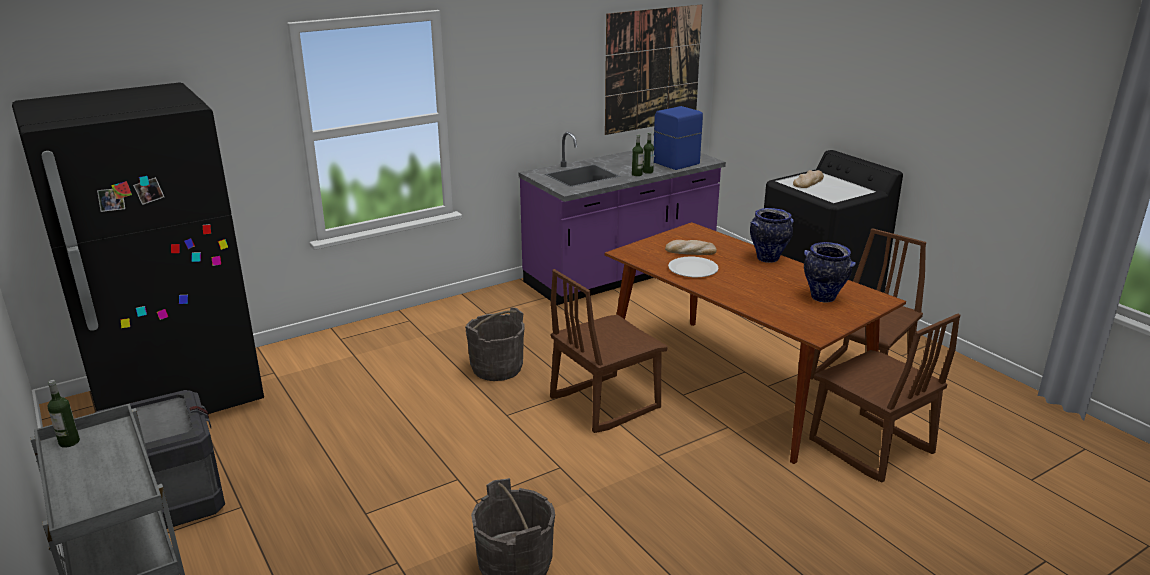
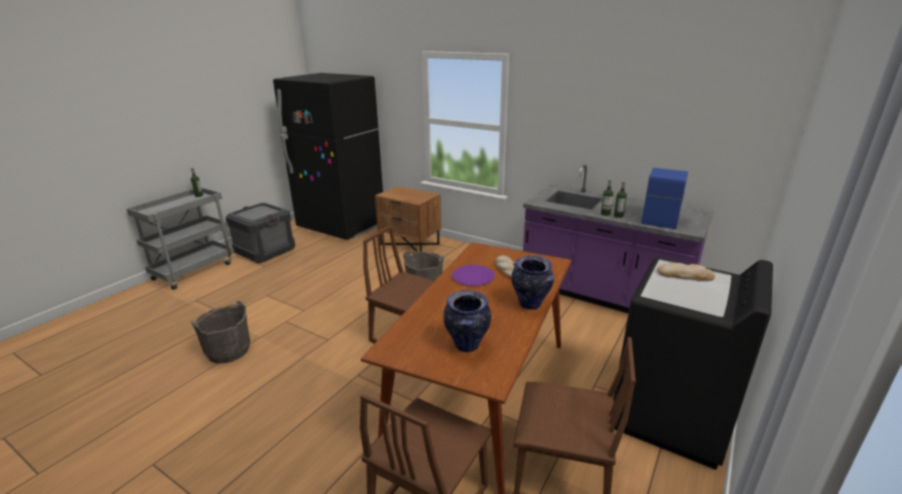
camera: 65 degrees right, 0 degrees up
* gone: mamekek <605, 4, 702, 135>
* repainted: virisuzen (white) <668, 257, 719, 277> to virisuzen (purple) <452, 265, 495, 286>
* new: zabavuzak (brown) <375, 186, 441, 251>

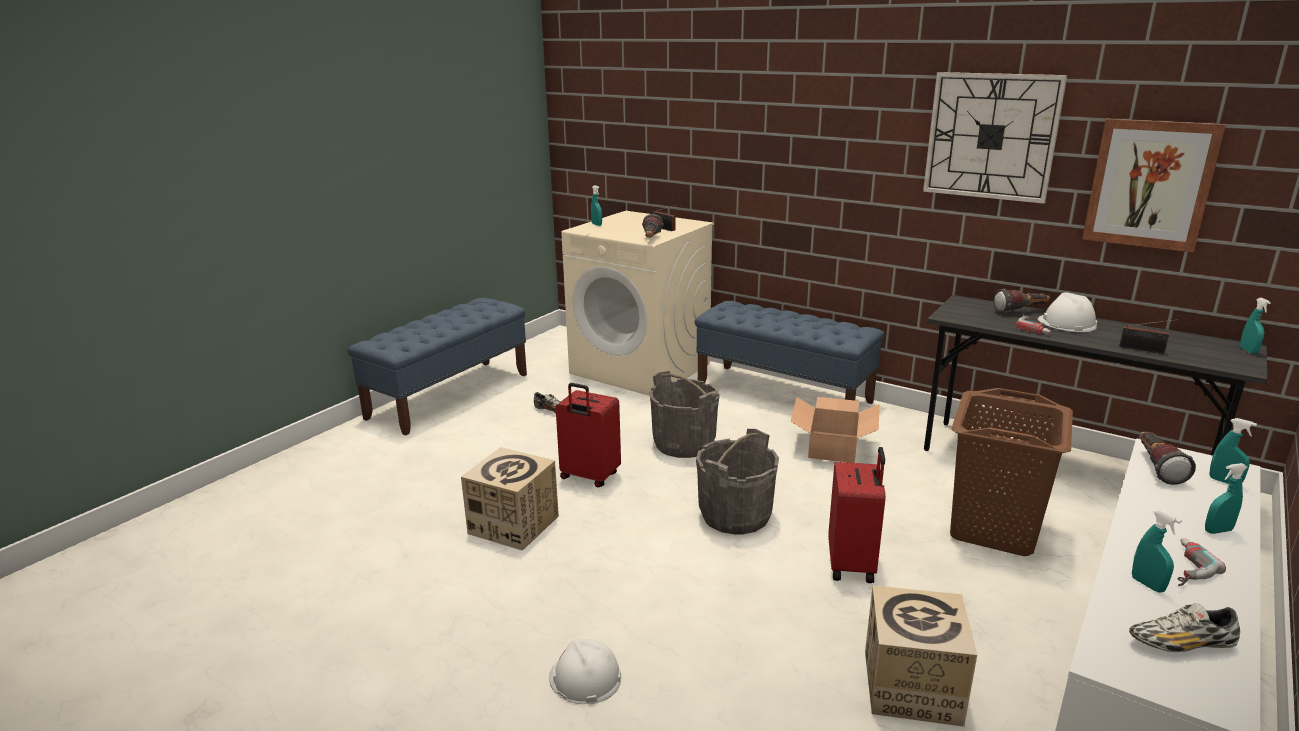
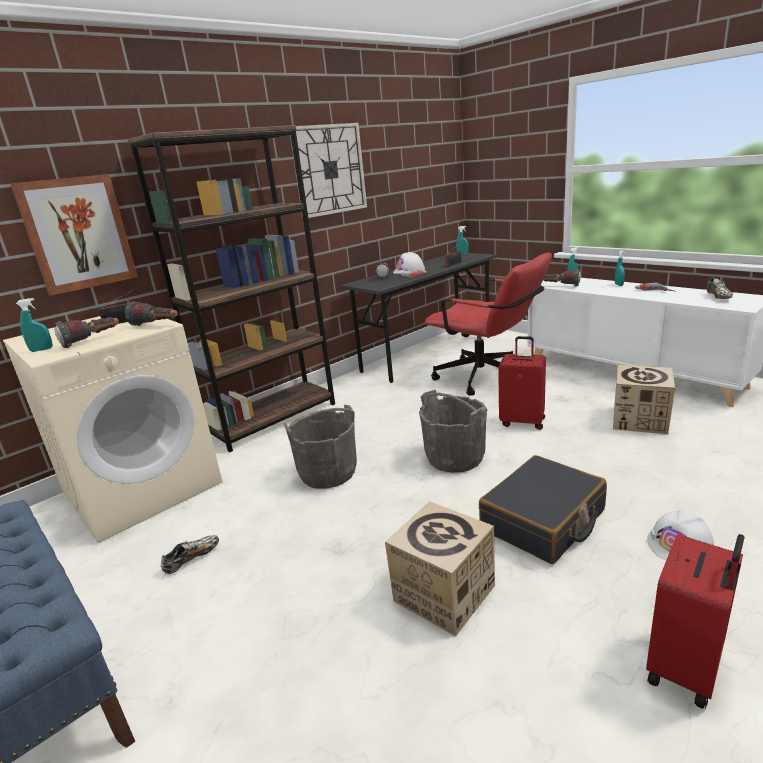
camera: 75 degrees left, 0 degrees up
* shifted: mamekek <1082, 119, 1226, 253> to <11, 174, 138, 296>
* swapped: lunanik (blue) <695, 301, 884, 404> to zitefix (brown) <128, 125, 335, 452>
* shifted: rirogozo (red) <556, 383, 621, 487> to <646, 534, 745, 709>
* swapped: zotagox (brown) <950, 388, 1073, 556> to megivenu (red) <425, 253, 552, 396>
* gone: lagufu <790, 397, 879, 463>
* gone: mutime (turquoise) <1132, 510, 1182, 593>
* new: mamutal <54, 317, 119, 348>
* new: rirogozo (black) <479, 455, 607, 564>

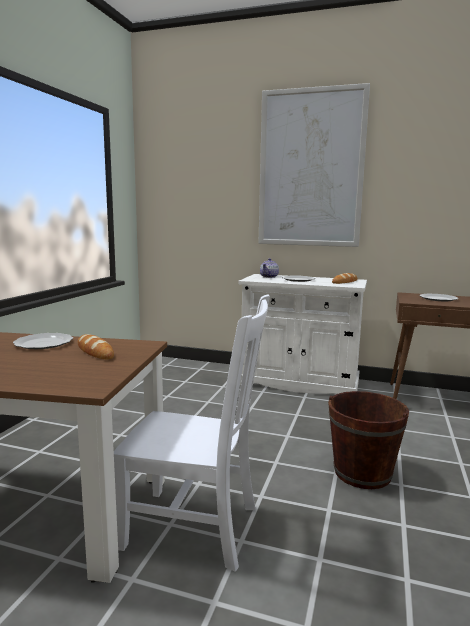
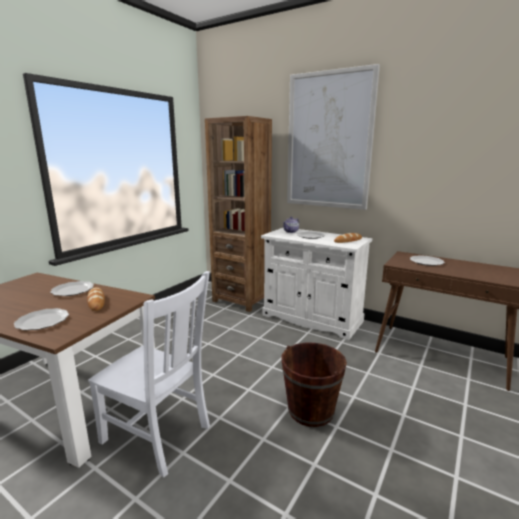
camera: 15 degrees right, 5 degrees up
* new: zitefix (brown) <205, 116, 272, 312>
* new: virisuzen <14, 308, 69, 330>

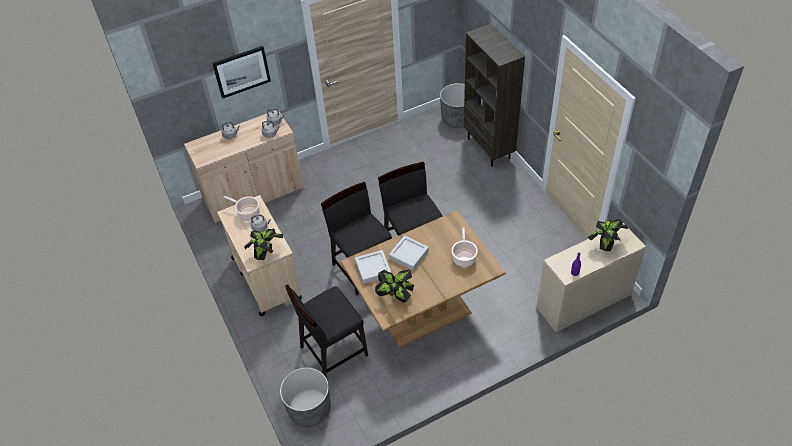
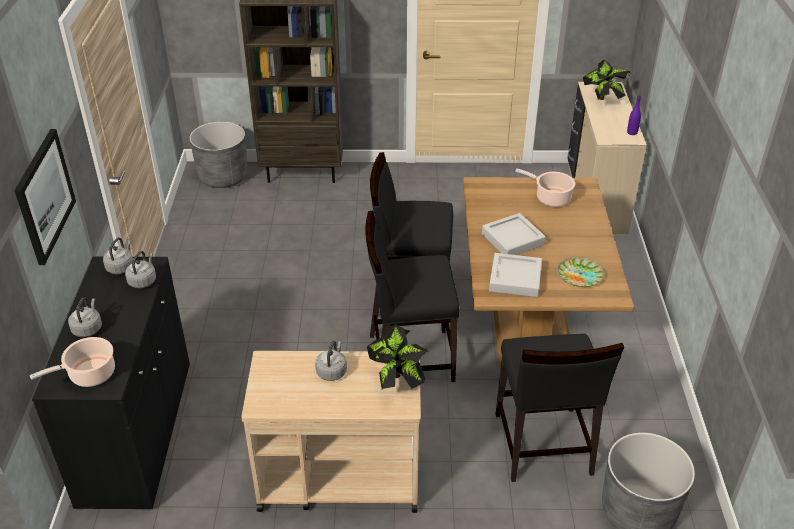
camera: 65 degrees left, 10 degrees down
* repainted: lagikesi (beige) <184, 110, 304, 223> to lagikesi (black) <32, 256, 190, 511>
* shifted: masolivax <223, 196, 260, 221> to <30, 337, 115, 387>
* swapped: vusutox <375, 270, 414, 303> to virisuzen <558, 257, 604, 287>

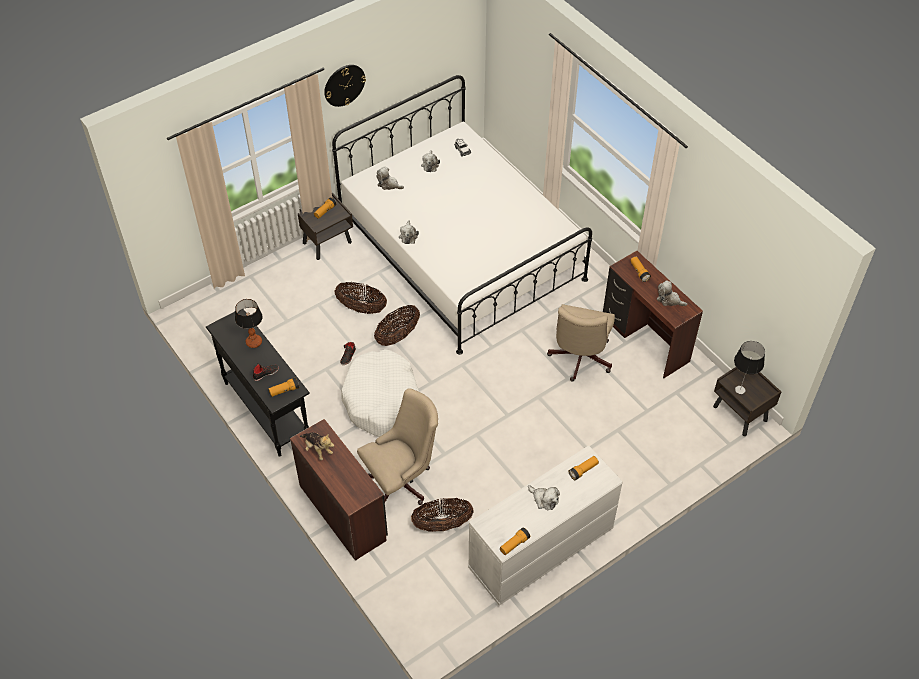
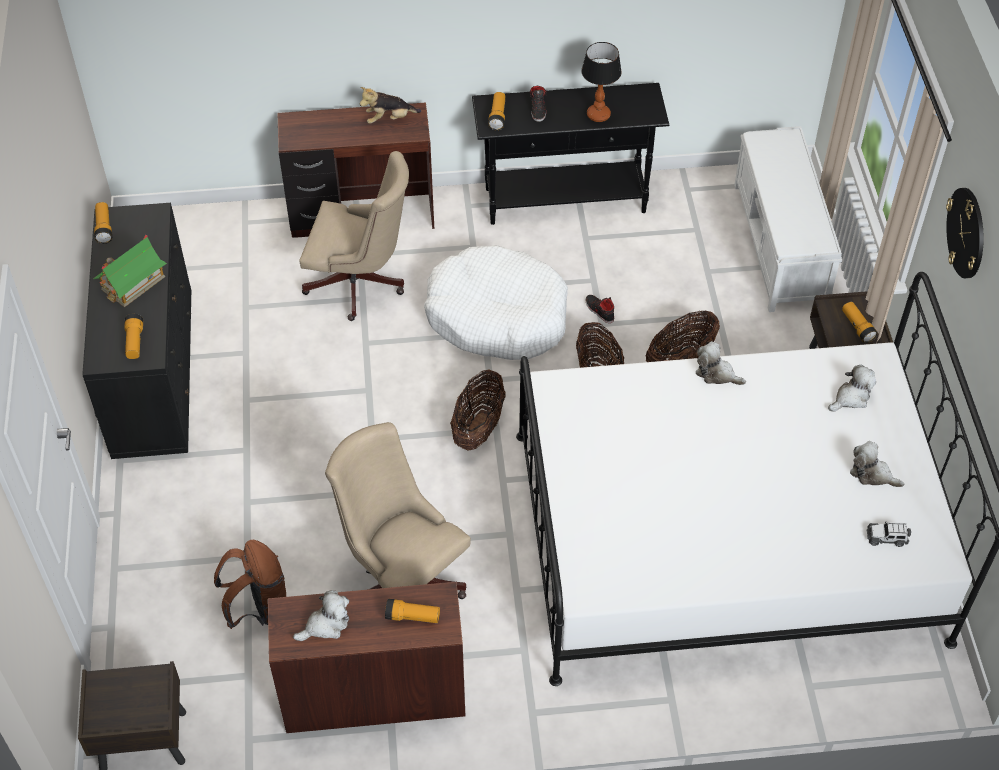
camera: 120 degrees right, 0 degrees up
* gone: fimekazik <734, 341, 765, 394>
* rotated: megivenu (beige) <357, 388, 438, 505> = <299, 151, 409, 321> 75 degrees counterclockwise
* repainted: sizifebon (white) <468, 445, 623, 606> to sizifebon (black) <82, 203, 191, 459>
* swapped: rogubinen <528, 485, 560, 510> to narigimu <93, 235, 167, 307>
* shifted: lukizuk <411, 498, 474, 532> to <450, 370, 506, 451>
* new: lunanik (white) <734, 126, 842, 312>
* new: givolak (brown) <214, 540, 286, 629>

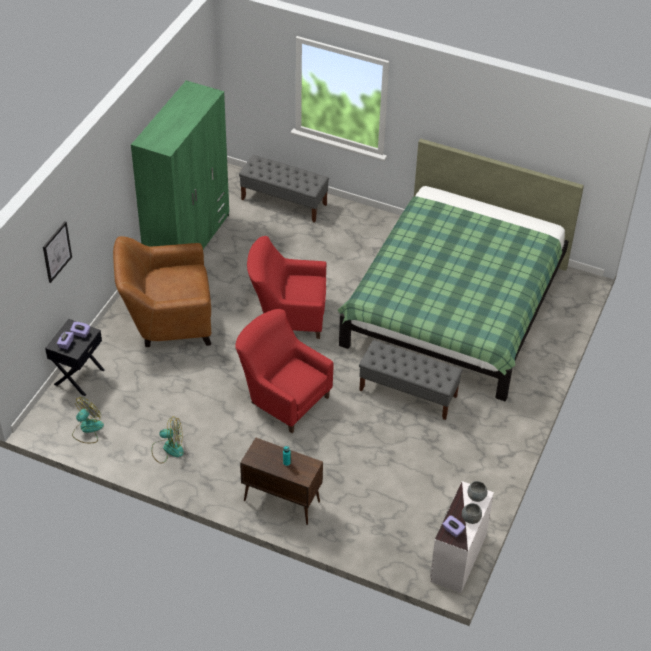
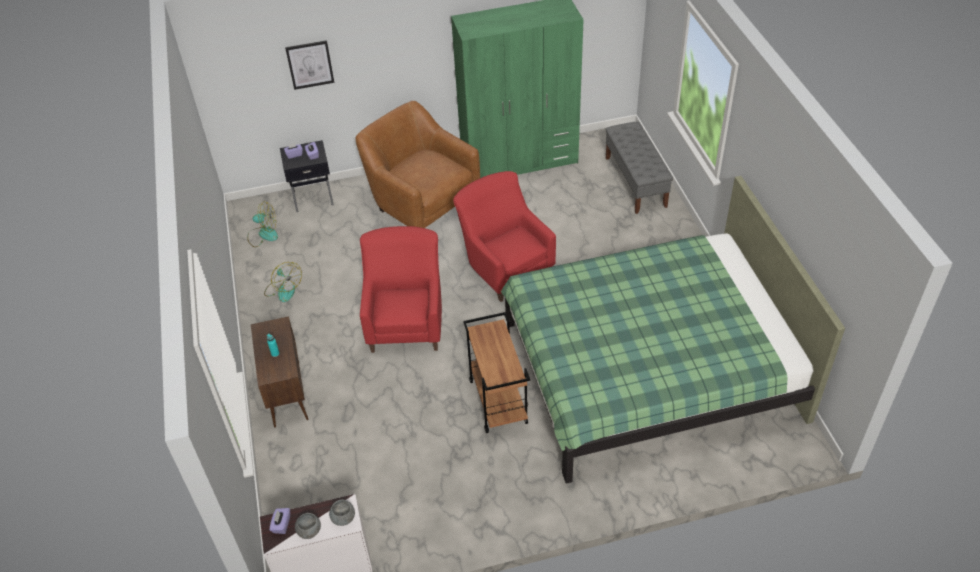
camera: 55 degrees right, 0 degrees up
* swapped: lunanik (grey) <359, 340, 463, 420> to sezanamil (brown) <463, 312, 530, 433>

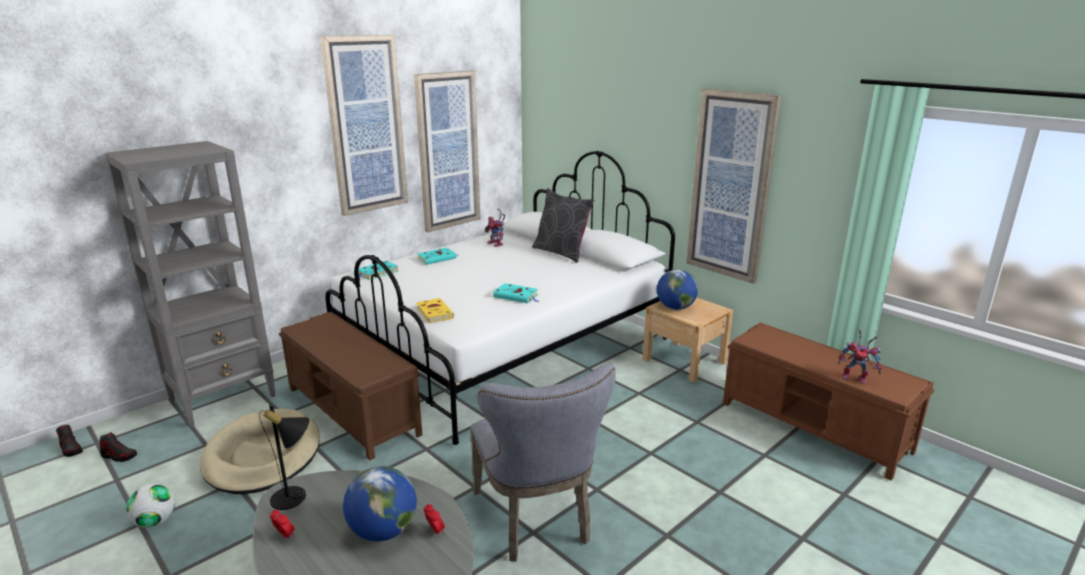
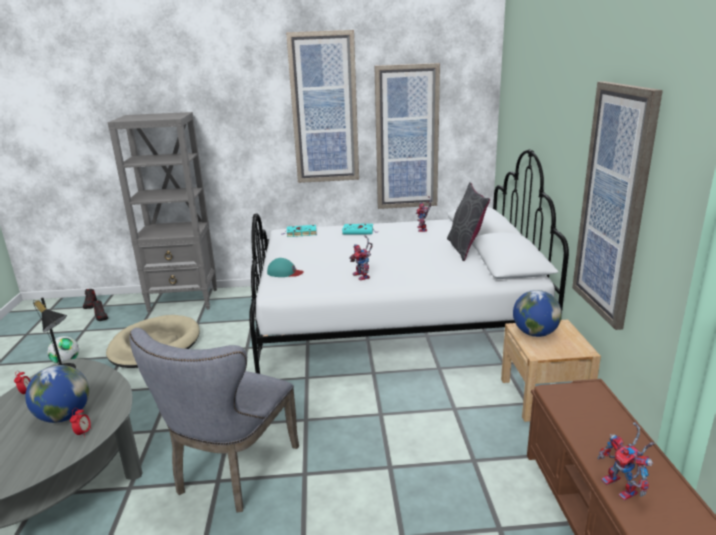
camera: 40 degrees right, 0 degrees up
* swapped: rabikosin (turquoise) <493, 283, 538, 303> to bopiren <349, 235, 373, 281>
* swapped: rabikosin (yellow) <416, 298, 454, 324> to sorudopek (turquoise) <267, 258, 304, 277>
* gone: lunanik (brown) <279, 312, 422, 461>

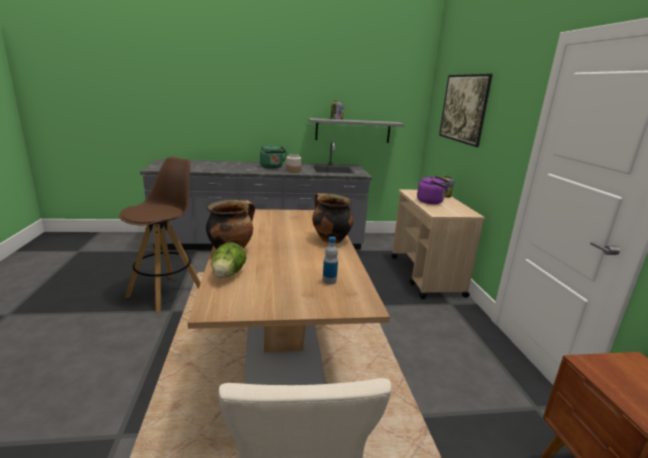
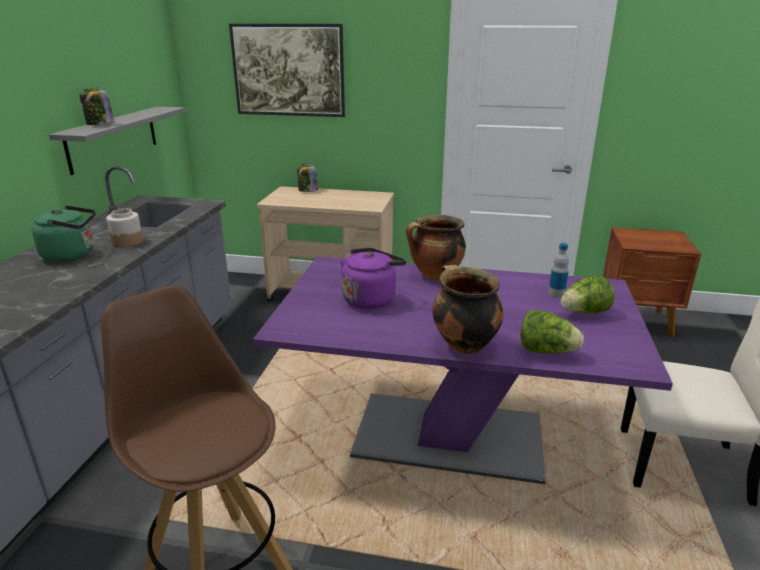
camera: 70 degrees left, 5 degrees up
* shifted: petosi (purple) <417, 176, 450, 204> to <340, 248, 406, 309>
* repainted: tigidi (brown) <187, 209, 390, 385> to tigidi (purple) <253, 256, 673, 484>
* new: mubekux <561, 276, 615, 314>

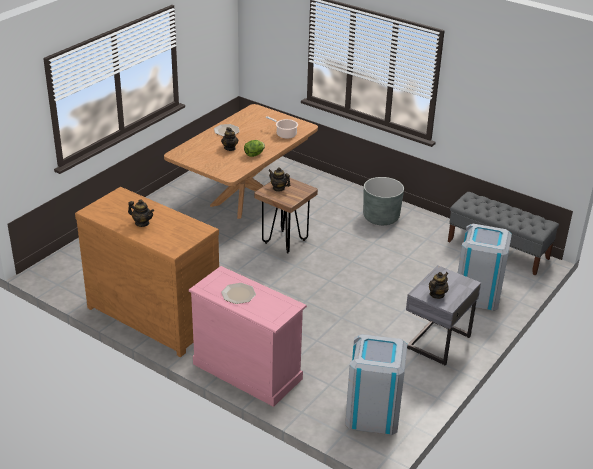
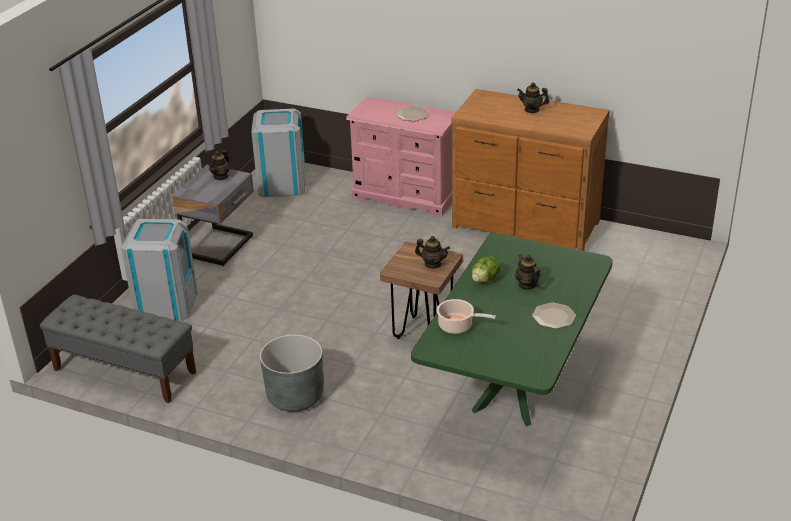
camera: 170 degrees right, 0 degrees up
* repainted: tigidi (brown) <164, 104, 318, 219> to tigidi (green) <411, 233, 613, 426>

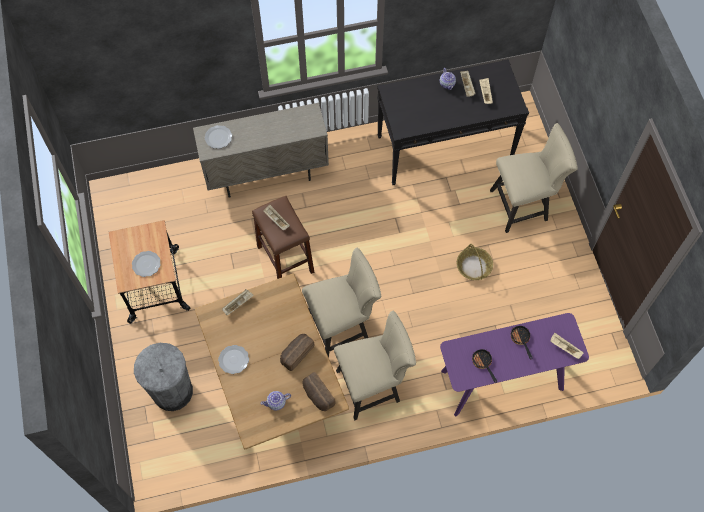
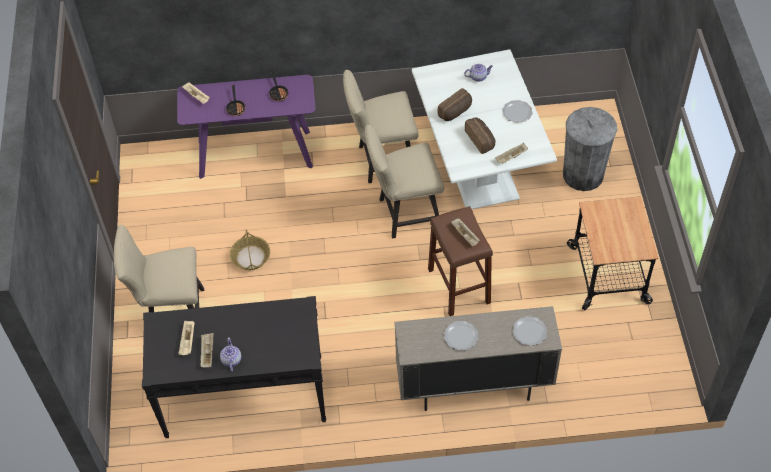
camera: 170 degrees left, 10 degrees down
* shifted: virisuzen <132, 251, 161, 277> to <444, 321, 478, 350>
* repainted: tigidi (brown) <195, 273, 349, 450> to tigidi (white) <412, 49, 557, 209>
* shifted: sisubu <303, 372, 336, 411> to <465, 118, 495, 154>

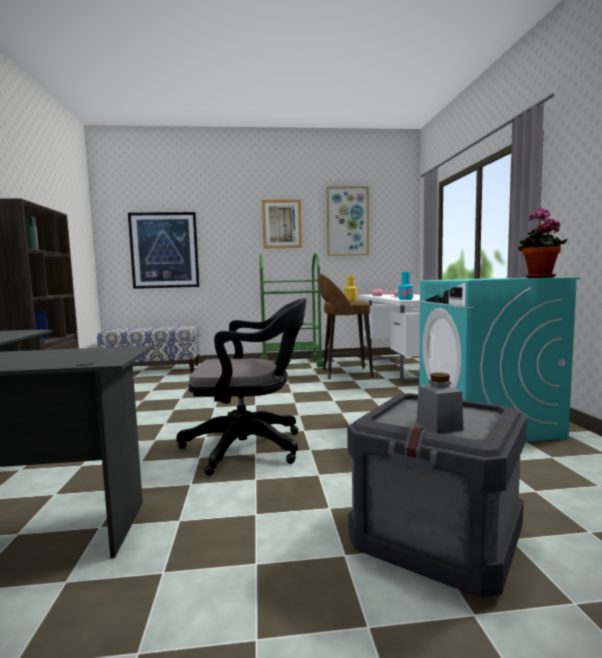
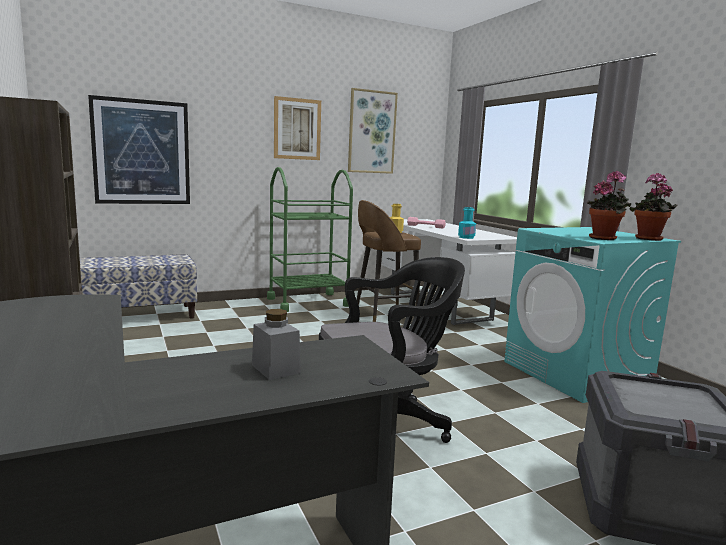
camera: 20 degrees left, 5 degrees up
* shifted: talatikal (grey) <417, 373, 463, 433> to <252, 309, 301, 380>
* new: vusutox <587, 171, 631, 240>

